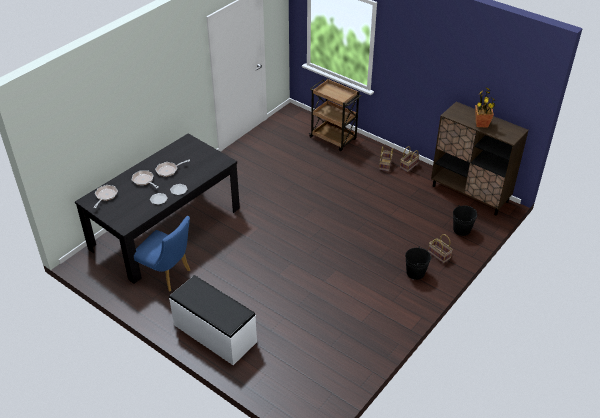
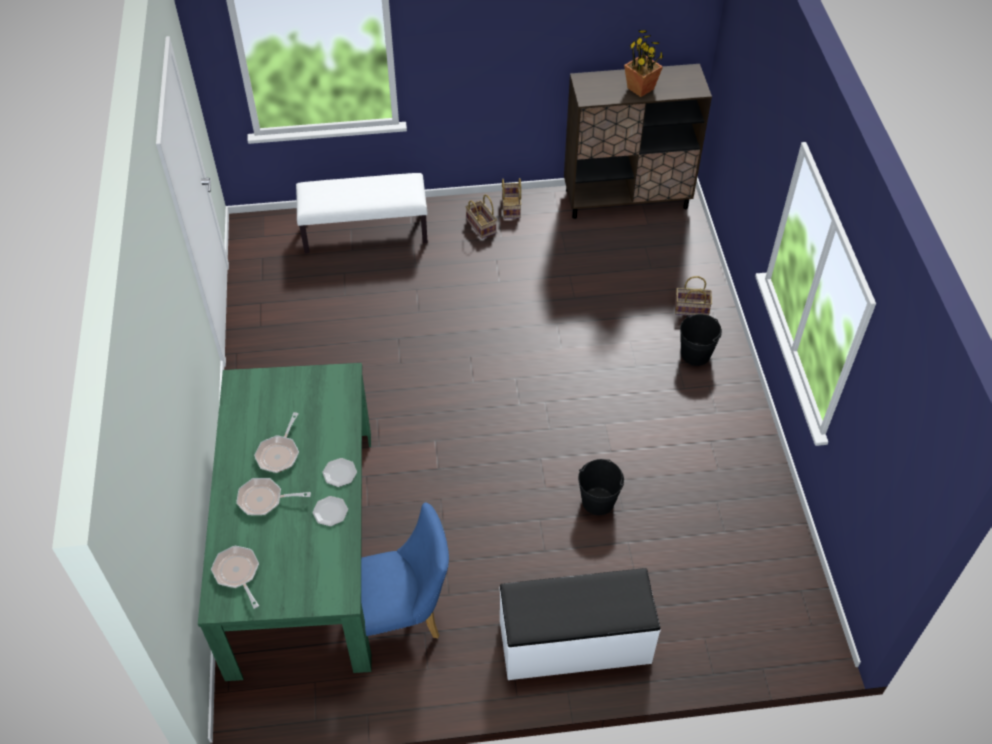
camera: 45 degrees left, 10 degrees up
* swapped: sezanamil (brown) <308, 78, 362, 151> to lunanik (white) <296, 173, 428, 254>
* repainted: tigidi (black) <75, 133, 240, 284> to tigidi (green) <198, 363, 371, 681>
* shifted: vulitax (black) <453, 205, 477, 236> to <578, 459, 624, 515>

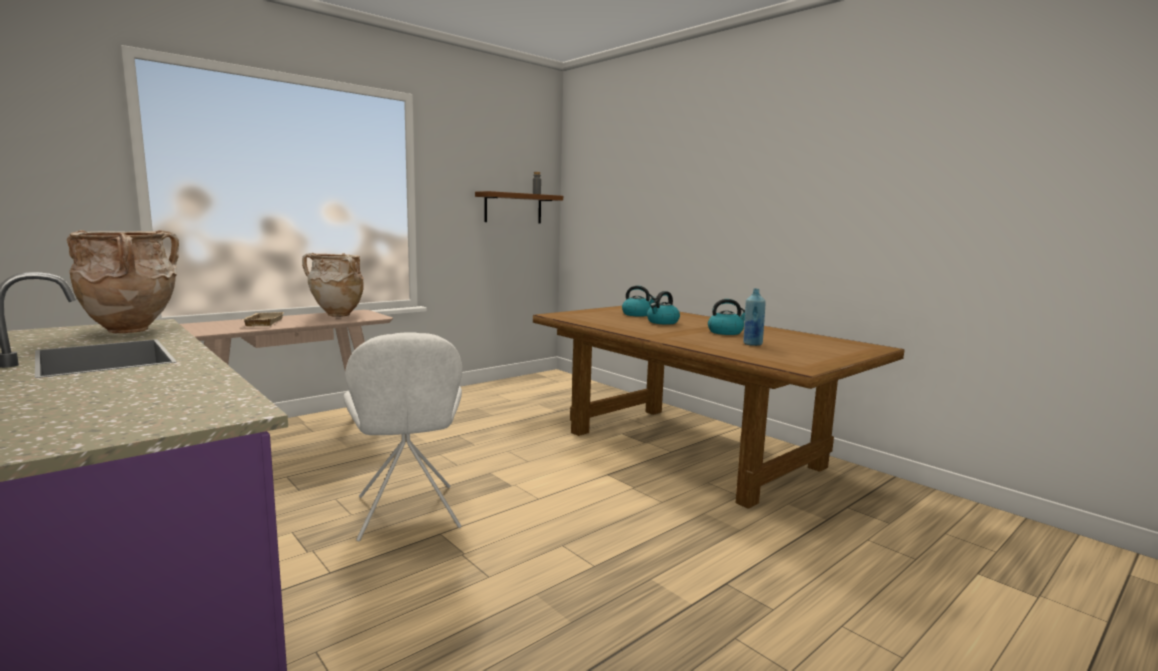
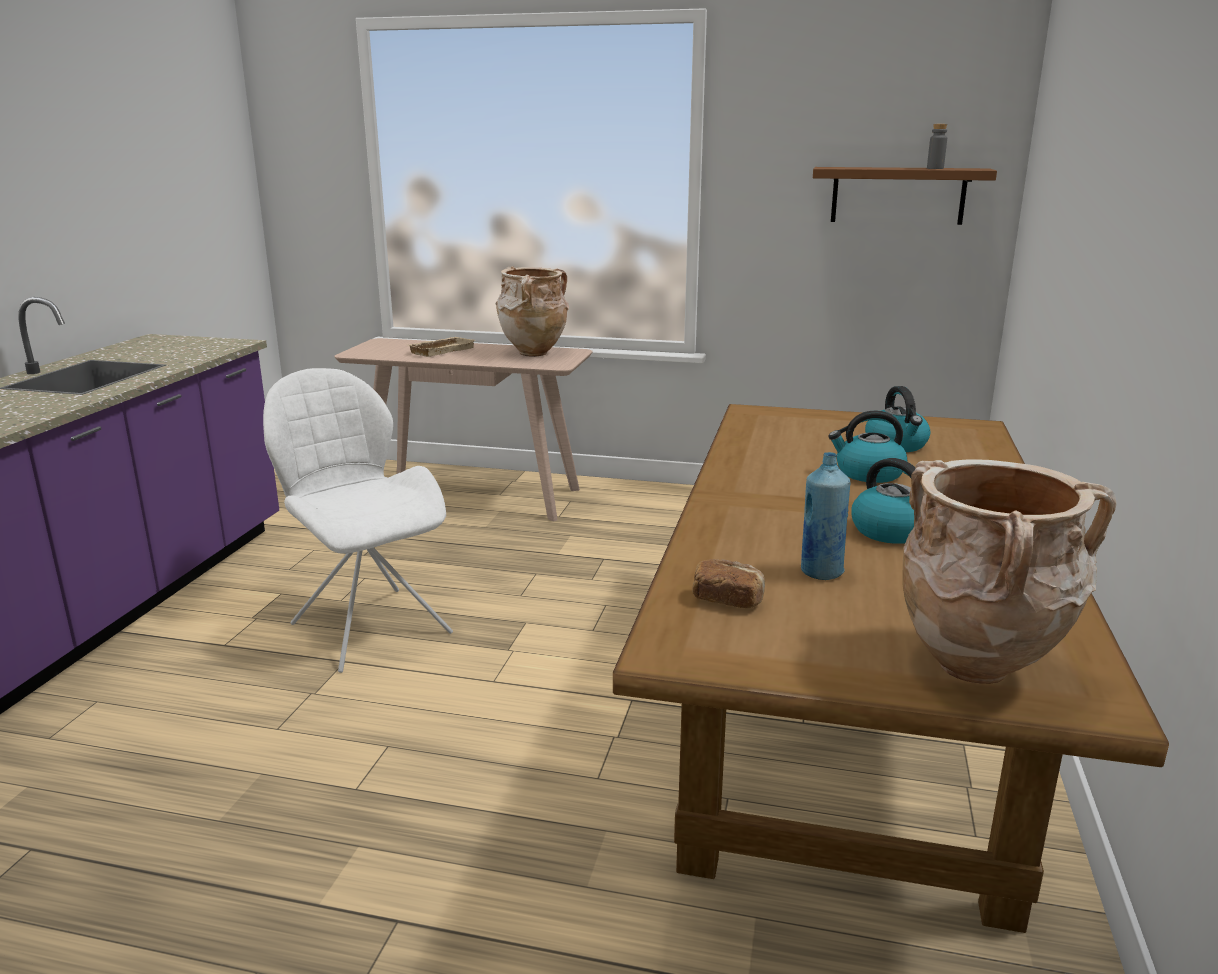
camera: 55 degrees right, 10 degrees up
* shifted: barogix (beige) <67, 230, 179, 333> to <903, 459, 1117, 684>
* rotated: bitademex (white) <343, 332, 463, 542> = <263, 368, 453, 673> 105 degrees clockwise
* new: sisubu <692, 559, 765, 608>

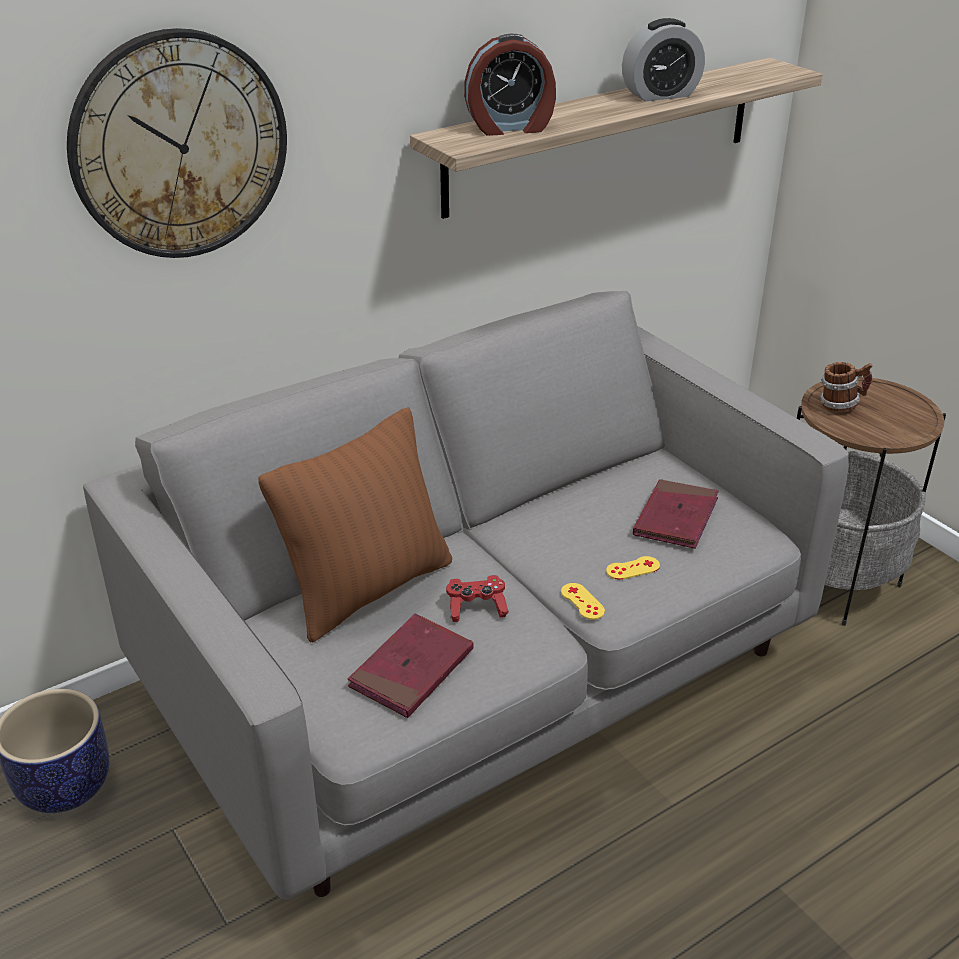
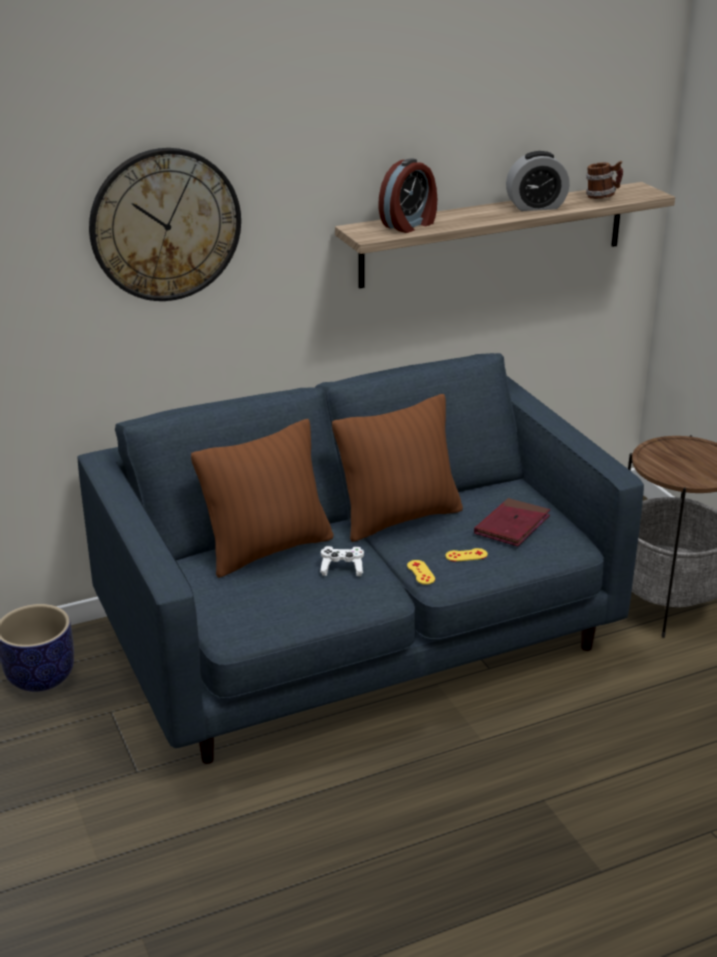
camera: 10 degrees right, 5 degrees down
* rotated: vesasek <464, 34, 556, 136> = <378, 158, 437, 233> 45 degrees counterclockwise
* repainted: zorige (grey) <83, 291, 849, 900> to zorige (blue) <77, 353, 644, 764>
* shifted: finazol <820, 362, 873, 412> to <586, 161, 623, 199>
* repainted: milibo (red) <446, 575, 509, 622> to milibo (white) <320, 546, 364, 576>
* gone: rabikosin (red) <348, 614, 474, 718>
* new: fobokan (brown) <332, 394, 463, 542>

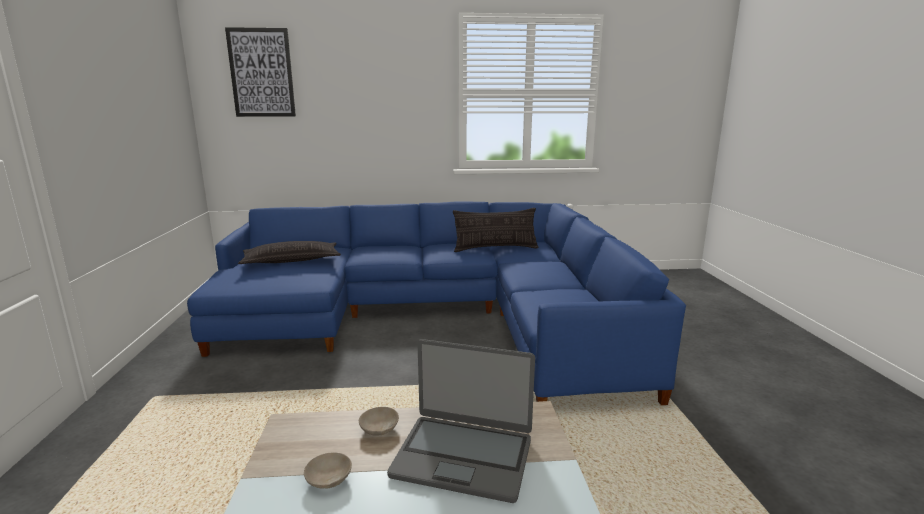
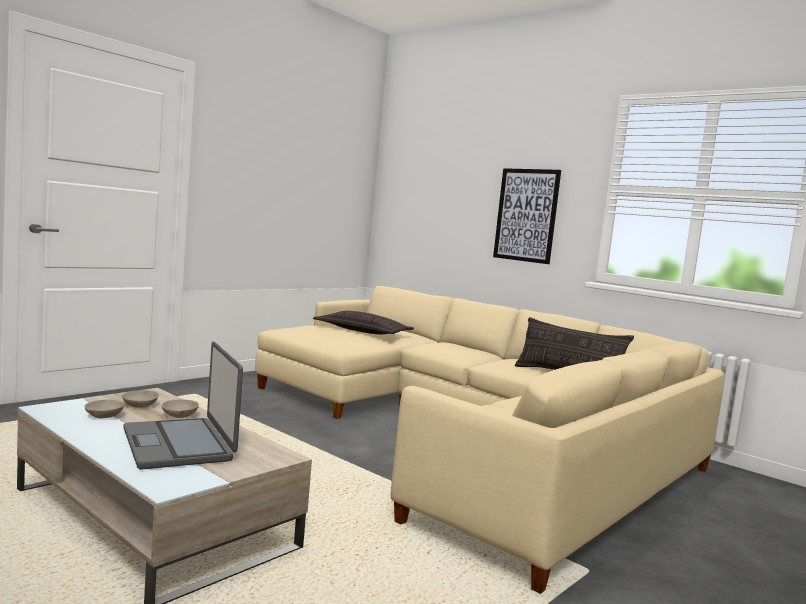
camera: 45 degrees right, 10 degrees down
* shifted: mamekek <225, 27, 296, 117> to <493, 168, 561, 264>
* repainted: zorige (blue) <187, 202, 686, 405> to zorige (beige) <255, 286, 725, 594>
* new: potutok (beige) <122, 390, 159, 408>

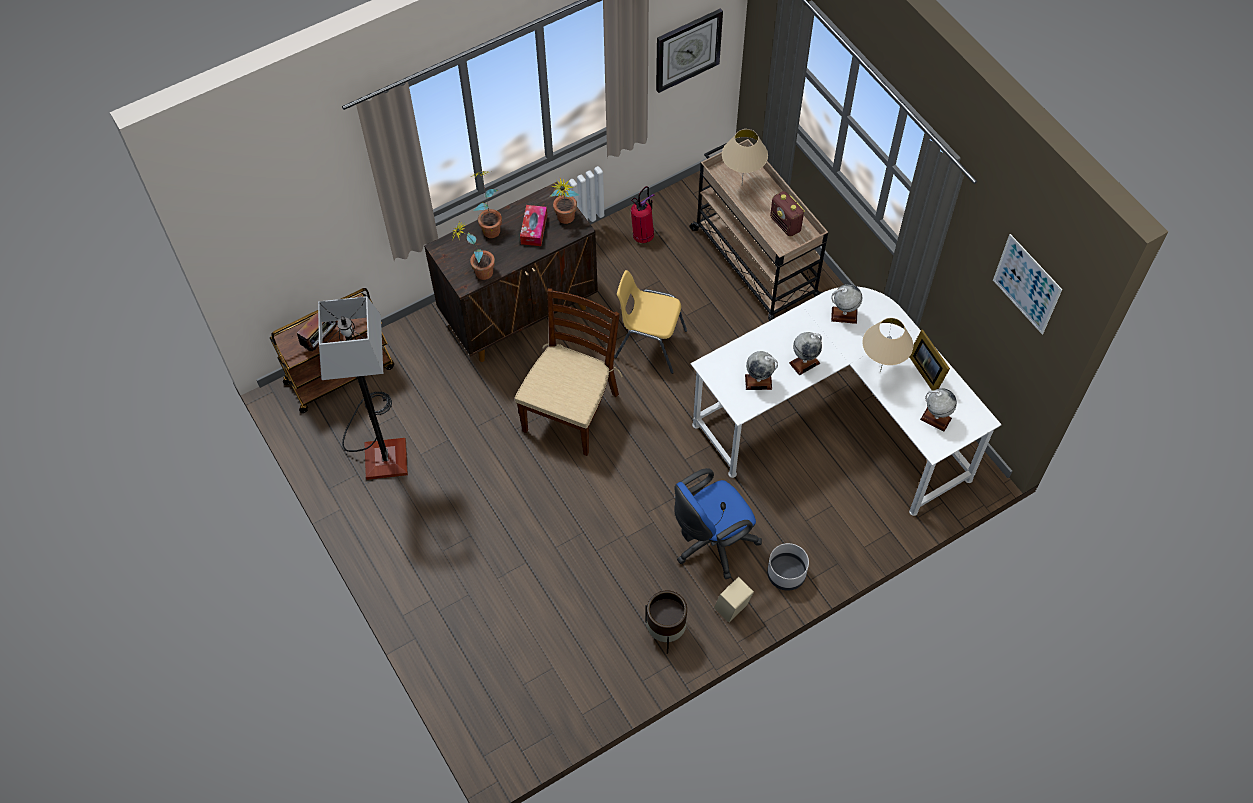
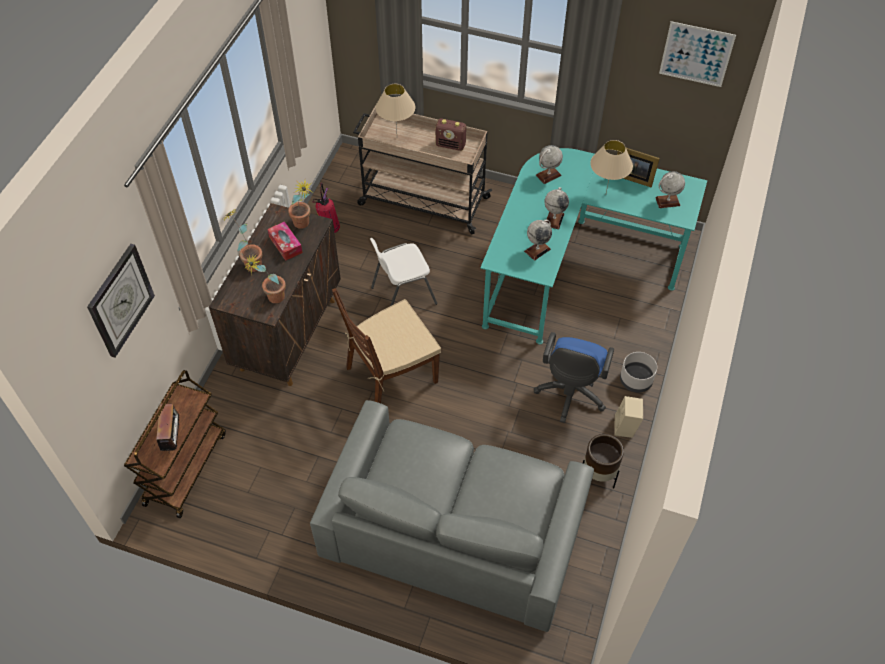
camera: 40 degrees left, 5 degrees down
* shifted: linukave <656, 8, 723, 93> to <87, 244, 155, 357>
* repainted: bitademex (yellow) <614, 270, 687, 374> to bitademex (white) <370, 238, 437, 306>
* repainted: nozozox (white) <691, 286, 1002, 516> to nozozox (turquoise) <480, 148, 707, 344>
* rotated: bitademex (brown) <515, 288, 623, 456> = <332, 288, 441, 403> 105 degrees counterclockwise
* gone: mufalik <318, 296, 408, 480>
* new: zorige (grey) <310, 400, 594, 632>

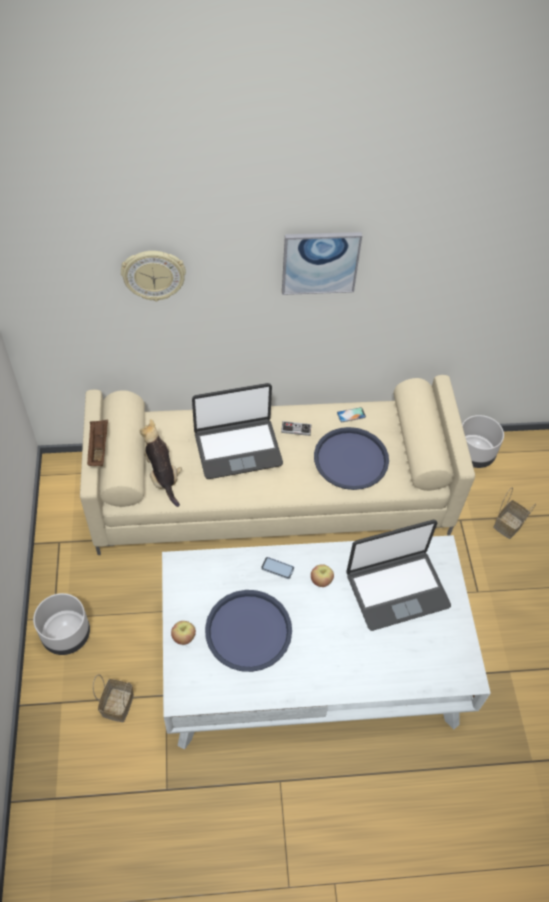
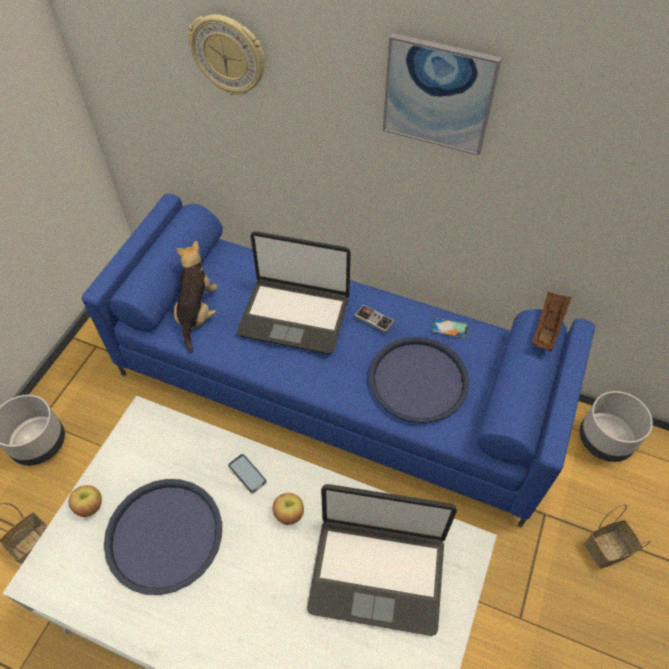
camera: 30 degrees right, 0 degrees up
* repainted: zorige (beige) <80, 375, 475, 555> to zorige (blue) <82, 194, 595, 528>
* shifted: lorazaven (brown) <87, 419, 108, 466> to <532, 292, 571, 351>

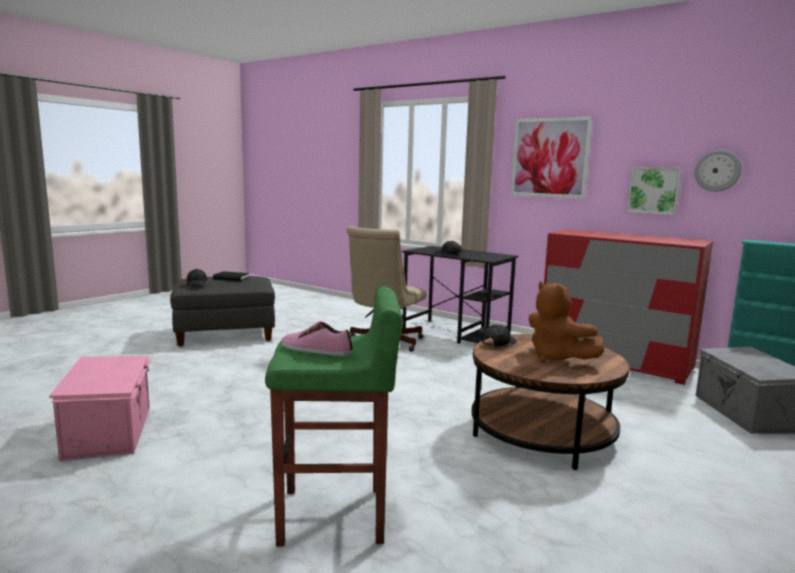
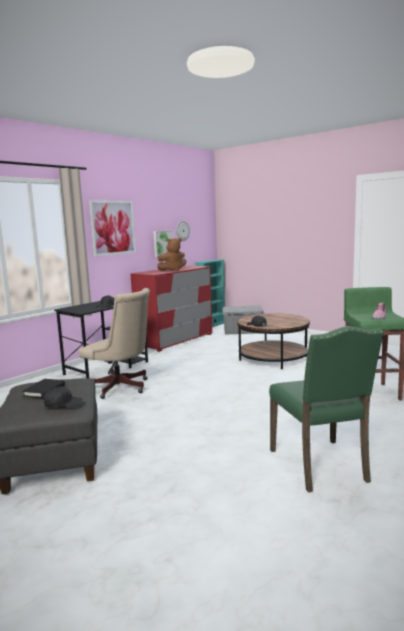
camera: 85 degrees left, 0 degrees up
* shifted: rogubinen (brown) <529, 282, 604, 363> to <157, 238, 186, 271>
* swapped: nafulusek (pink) <49, 356, 151, 461> to bitademex (green) <269, 326, 384, 493>

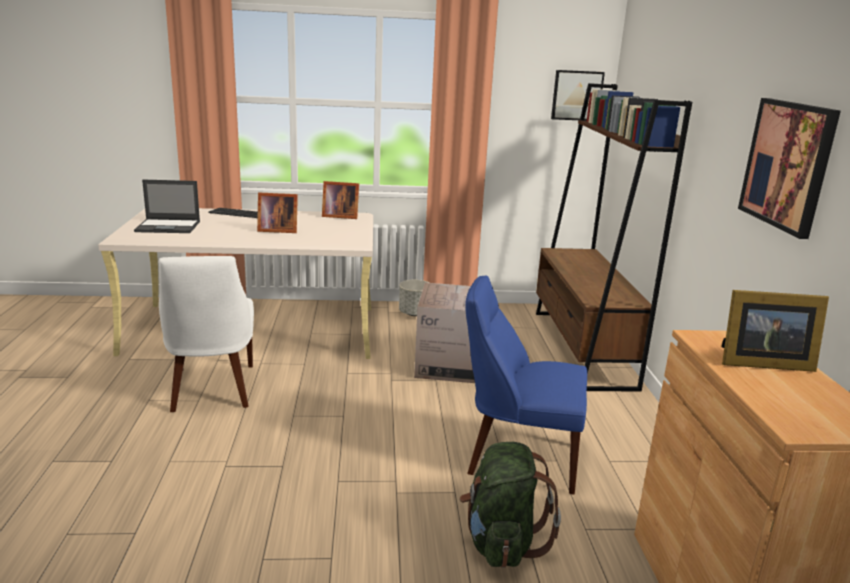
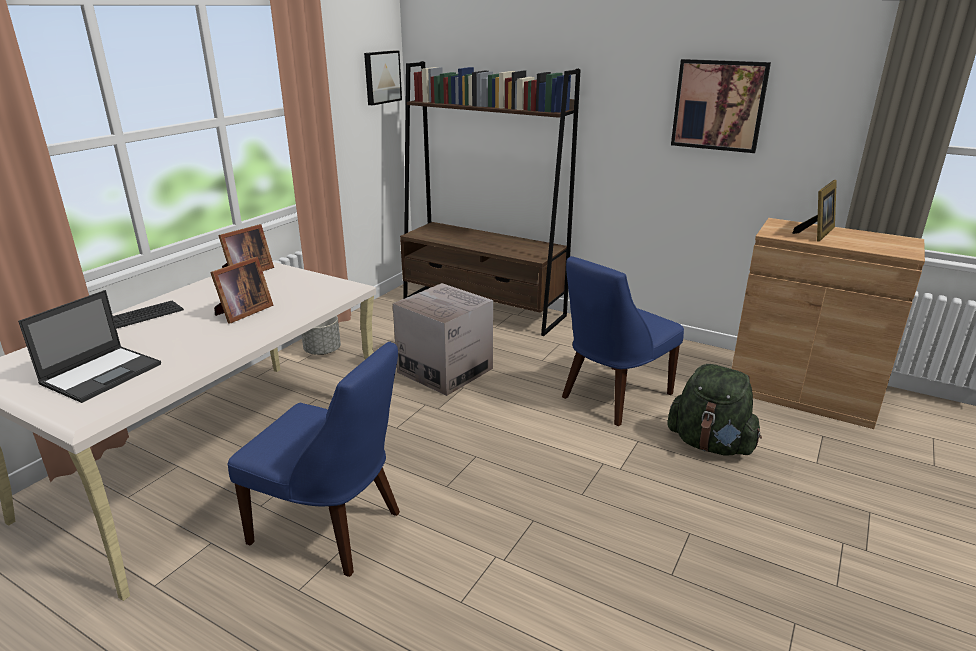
camera: 55 degrees left, 5 degrees up
* repainted: bitademex (white) <159, 256, 254, 412> to bitademex (blue) <228, 341, 400, 577>

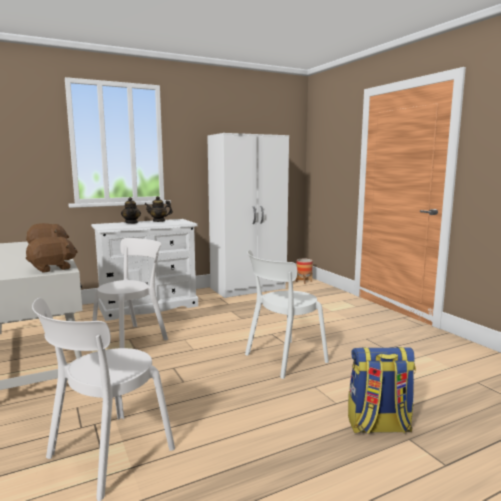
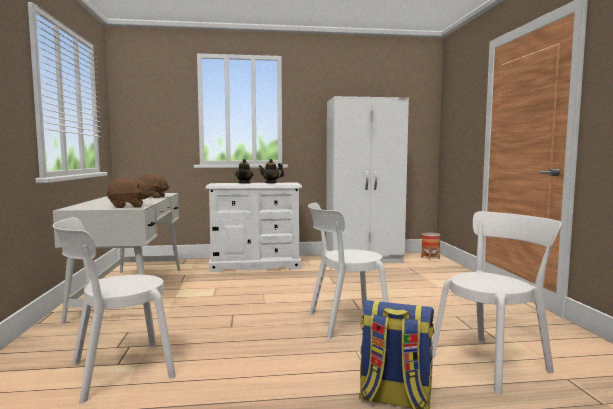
camera: 20 degrees right, 5 degrees down
* shifted: bitademex (white) <92, 238, 168, 348> to <432, 211, 562, 394>

